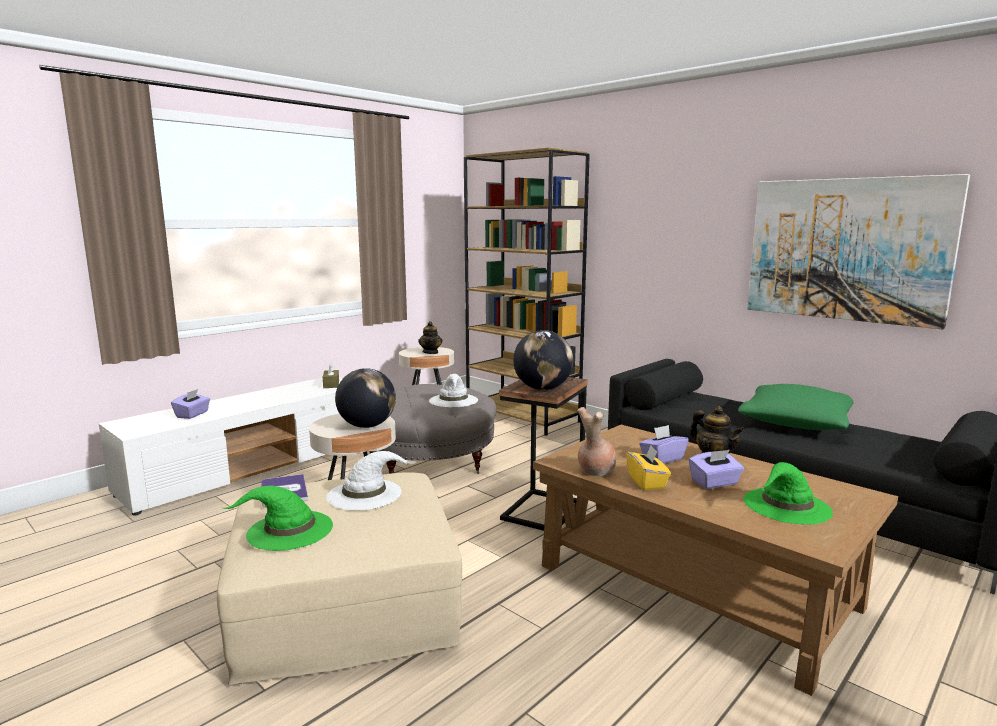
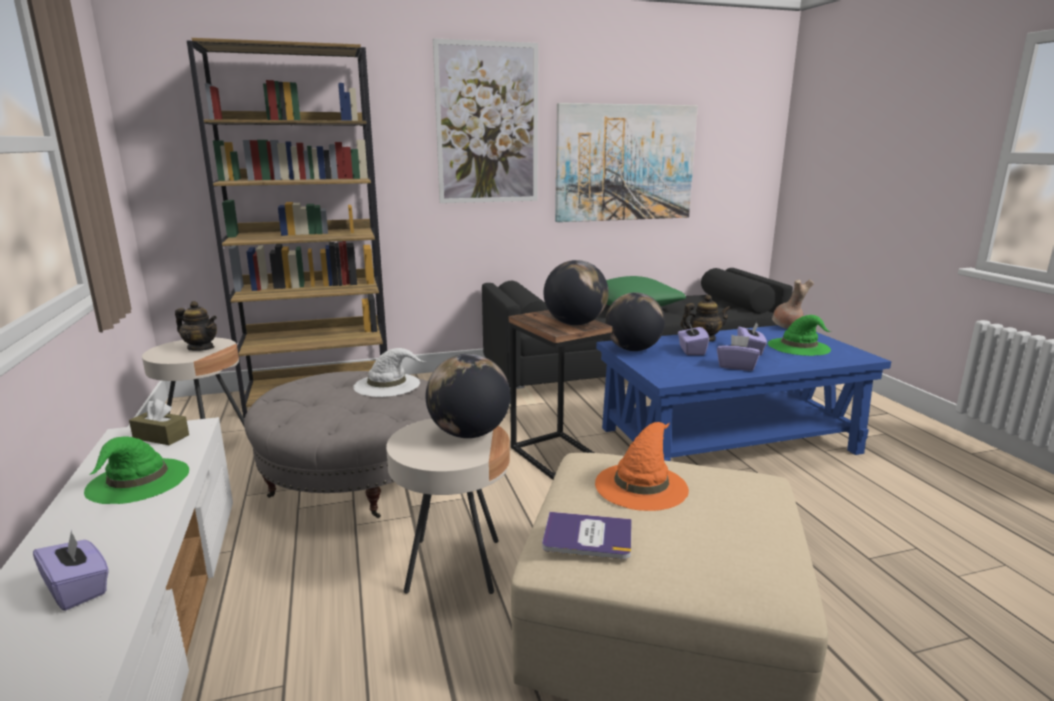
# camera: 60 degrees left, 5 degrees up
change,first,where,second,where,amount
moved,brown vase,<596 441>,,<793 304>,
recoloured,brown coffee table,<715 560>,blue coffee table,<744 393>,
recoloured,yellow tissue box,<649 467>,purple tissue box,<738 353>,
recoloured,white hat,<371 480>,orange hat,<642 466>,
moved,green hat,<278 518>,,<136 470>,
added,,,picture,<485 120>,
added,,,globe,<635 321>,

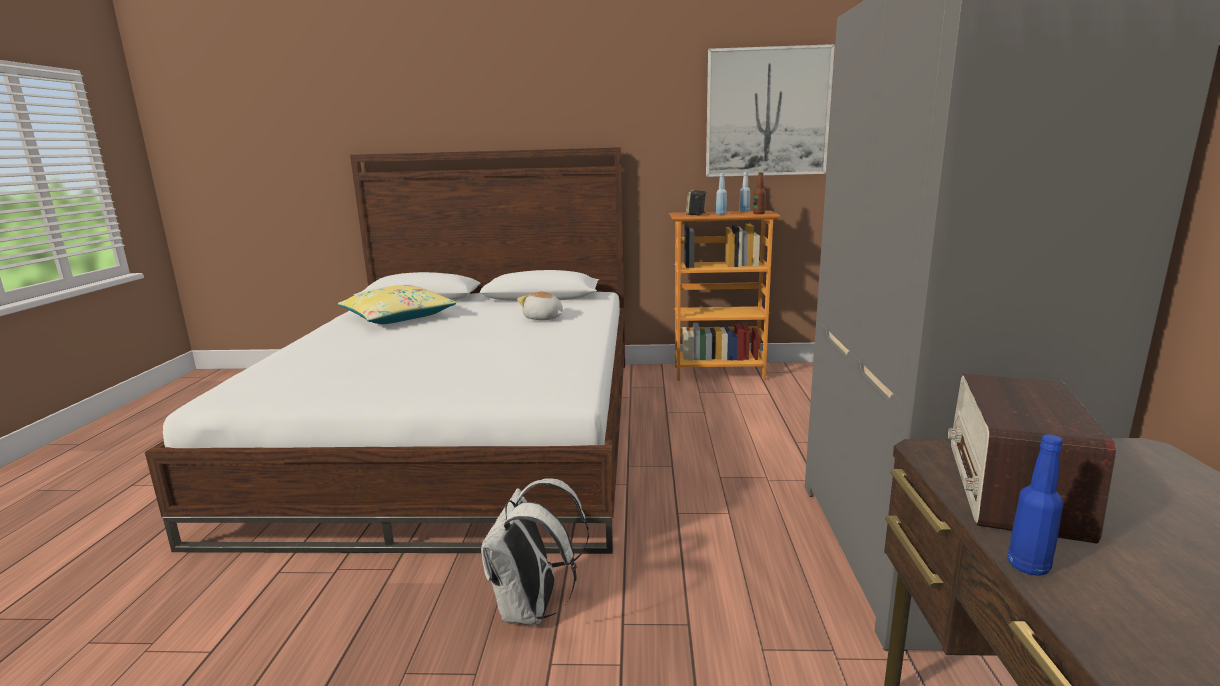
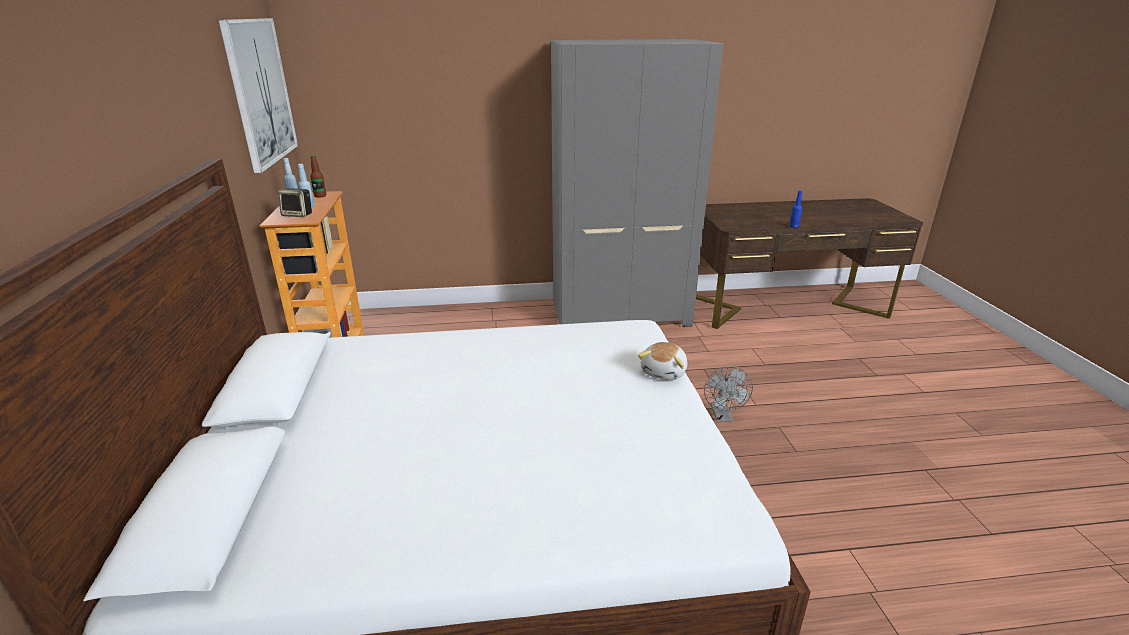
# camera: 100 degrees left, 10 degrees up
change,first,where,second,where,amount
removed,yellow pillow,<397 304>,,,
moved,plush toy,<540 305>,,<662 361>,
removed,radio,<1032 459>,,,
replaced,white backpack,<535 551>,grey fan,<728 394>,

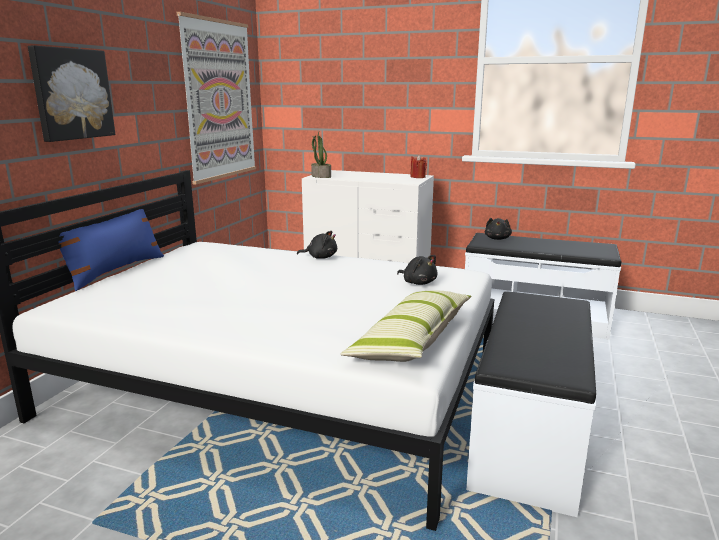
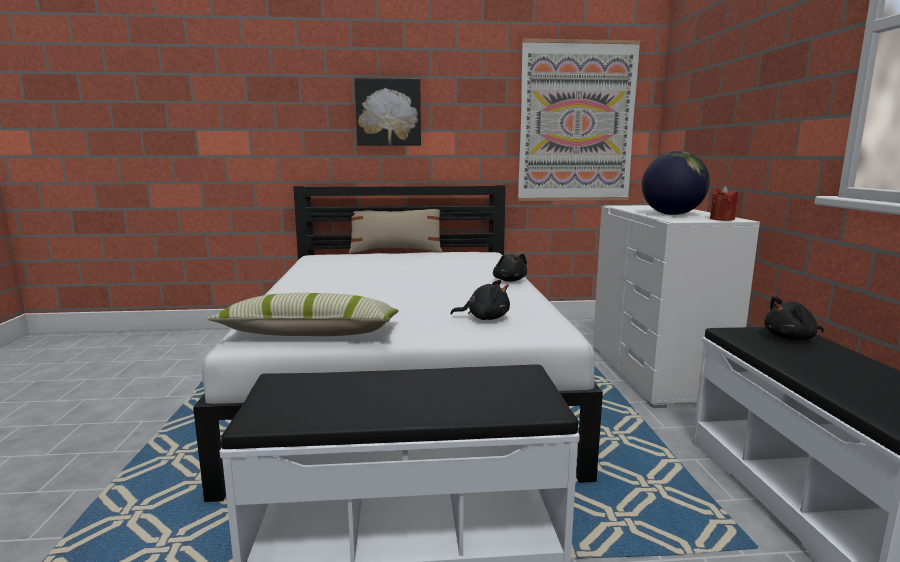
# camera: 65 degrees right, 5 degrees down
change,first,where,second,where,amount
removed,potted plant,<321 155>,,,
recoloured,blue pillow,<111 248>,beige pillow,<396 231>,
turned,black plush toy,<417 270>,,<480 300>,105 degrees counterclockwise
added,,,globe,<676 183>,

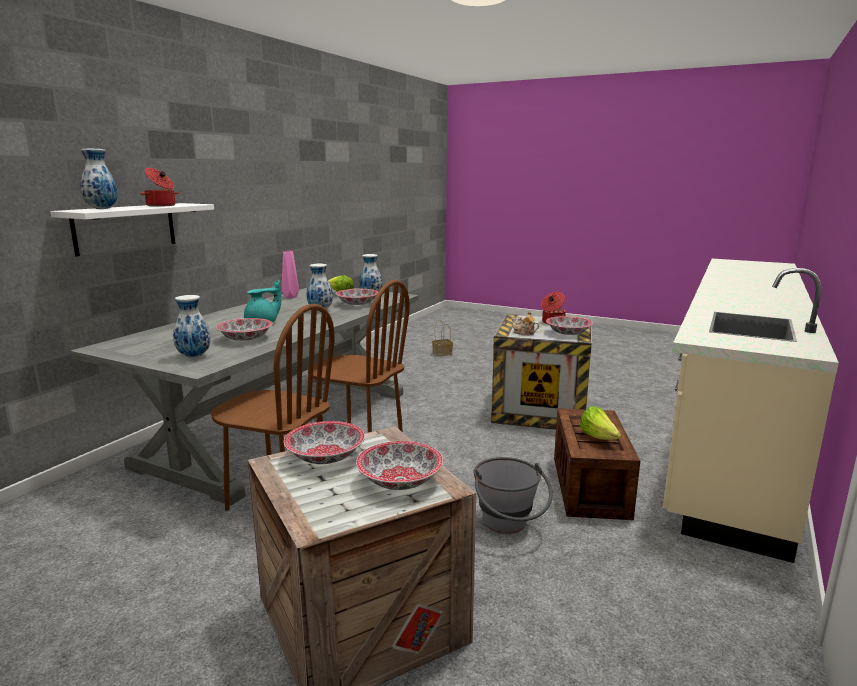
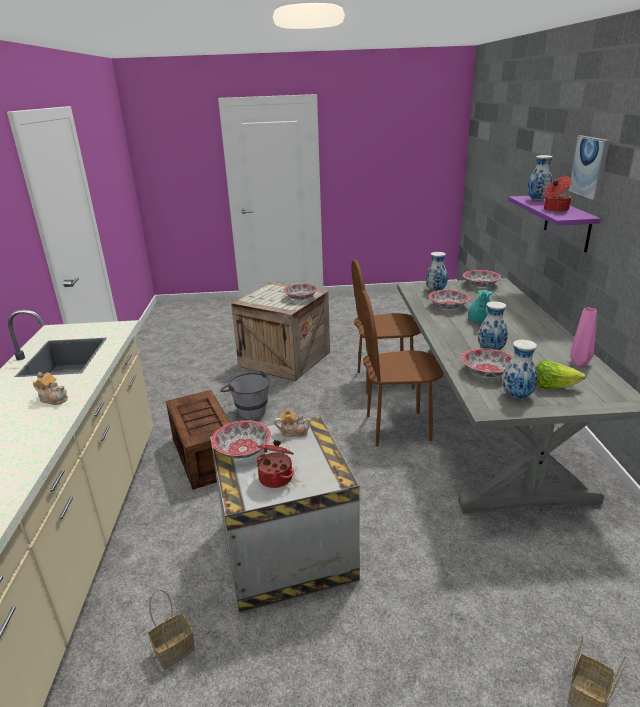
# camera: 150 degrees right, 10 degrees up
change,first,where,second,where,amount
recoloured,white shelf,<132 229>,purple shelf,<554 224>,
removed,lettuce,<601 423>,,,
moved,bowl,<399 465>,,<482 278>,
added,,,picture,<589 168>,
added,,,teapot,<50 388>,
added,,,basket,<171 629>,

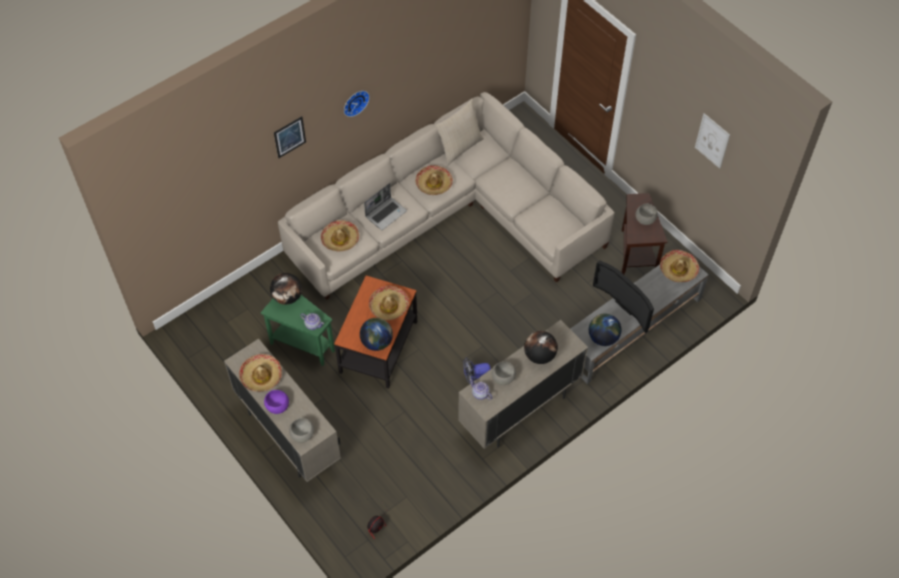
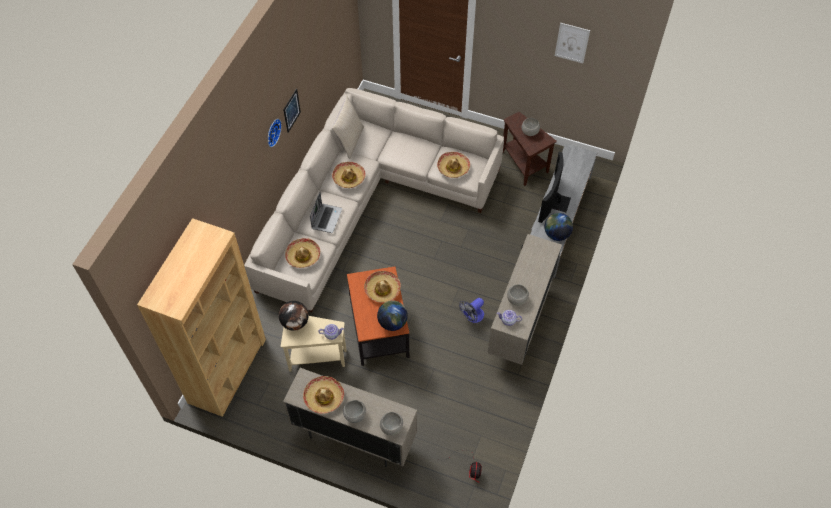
# camera: 30 degrees left, 0 degrees up
change,first,where,second,where,amount
moved,picture,<290 137>,,<292 111>,
moved,hat,<679 266>,,<453 165>,
turned,television,<623 297>,,<554 187>,90 degrees clockwise
recoloured,green side table,<298 330>,beige side table,<314 343>,
removed,globe,<541 347>,,,
recoloured,purple bowl,<276 402>,grey bowl,<354 411>,
added,,,brown bookcase,<201 317>,

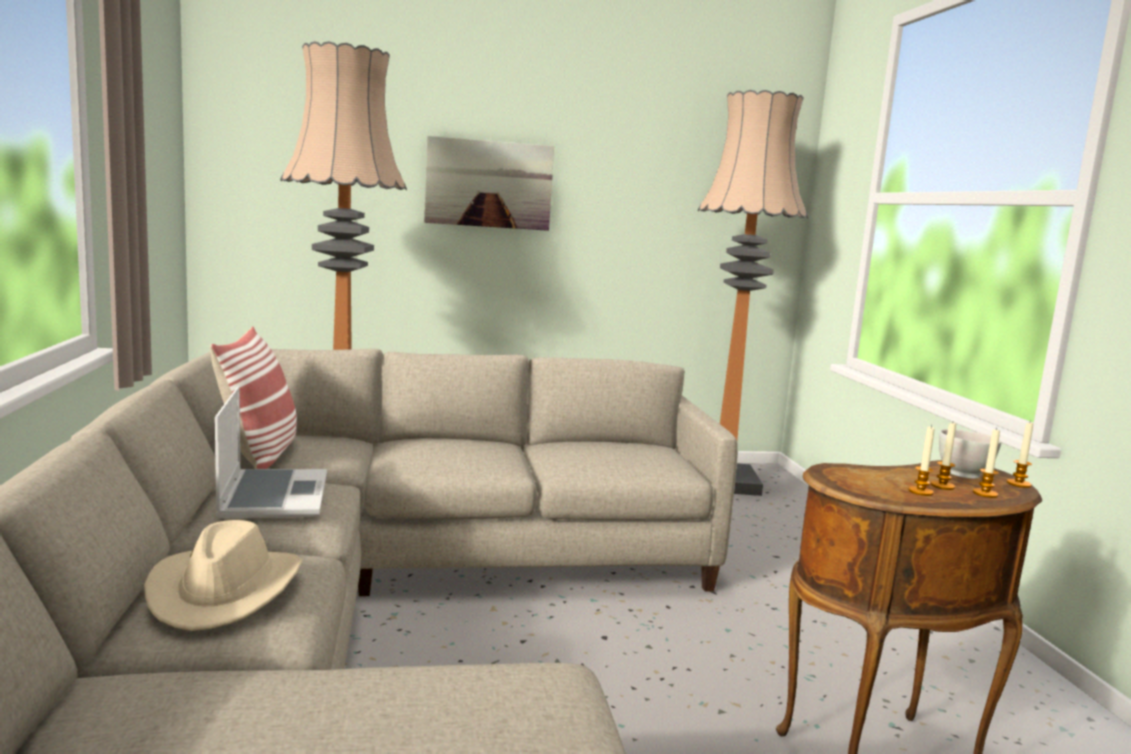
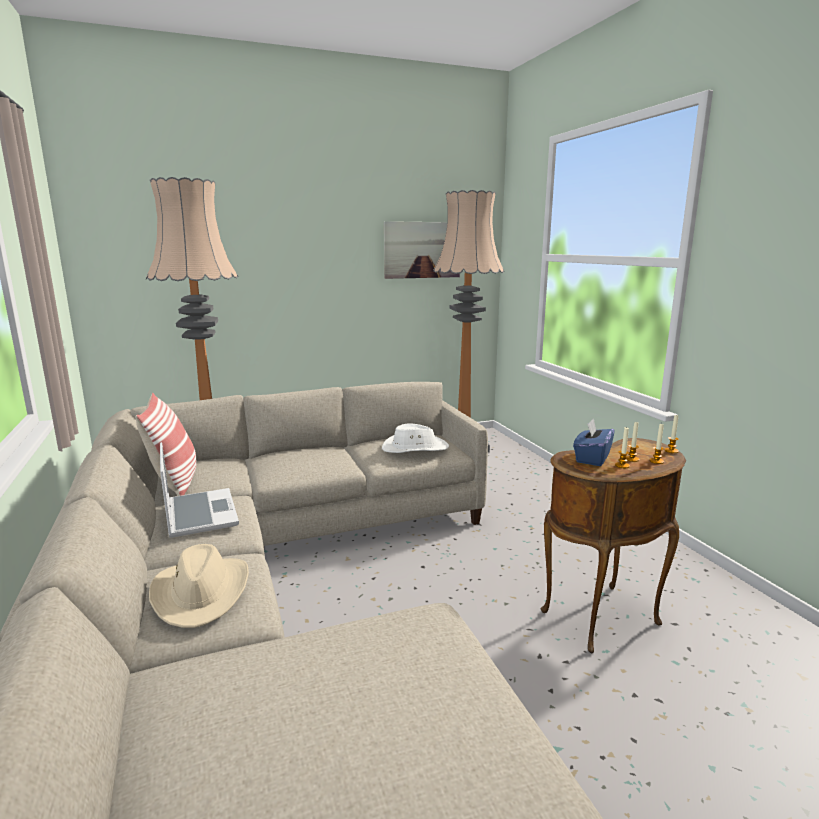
# camera: 10 degrees left, 5 degrees up
change,first,where,second,where,amount
moved,picture,<489 183>,,<422 250>,
removed,white bowl,<970 454>,,,
added,,,blue tissue box,<594 442>,
added,,,white hat,<415 438>,

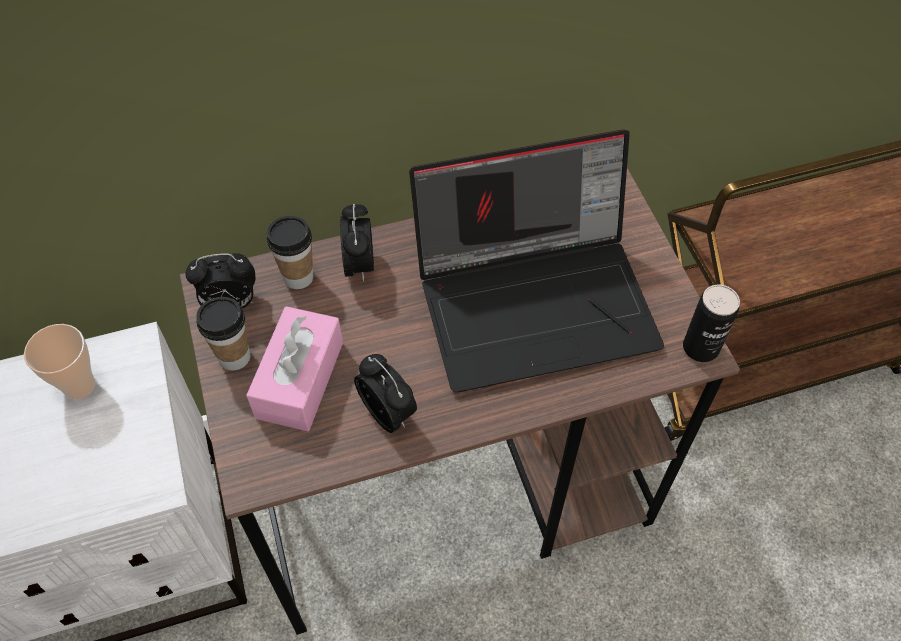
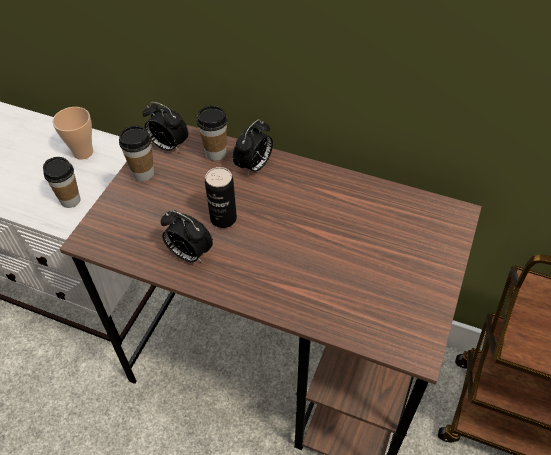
# camera: 40 degrees right, 5 degrees down
change,first,where,second,where,amount
removed,laptop,<536 260>,,,
moved,can,<711 323>,,<221 197>,
removed,pink tissue box,<294 368>,,,
turned,alarm clock,<385 393>,,<187 236>,120 degrees clockwise
added,,,cup,<61 182>,

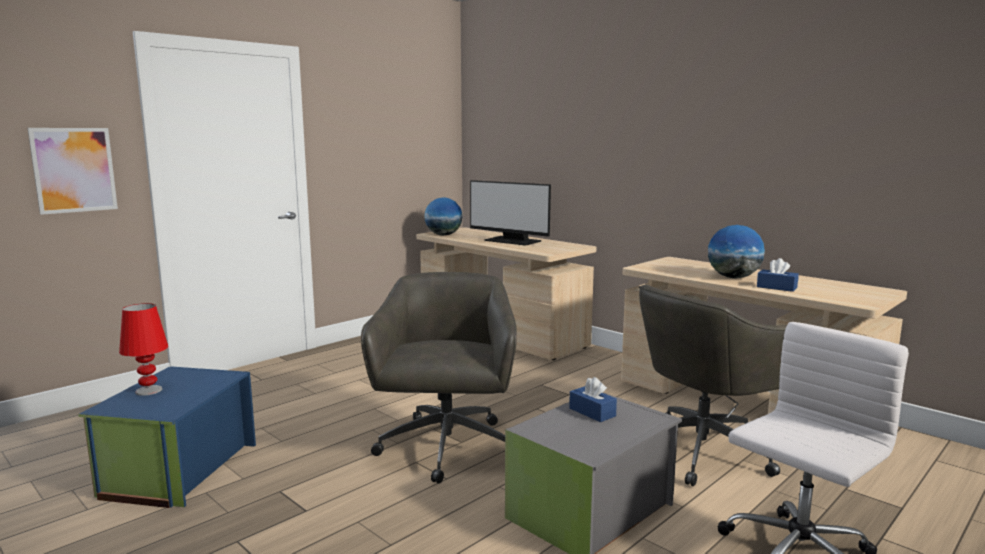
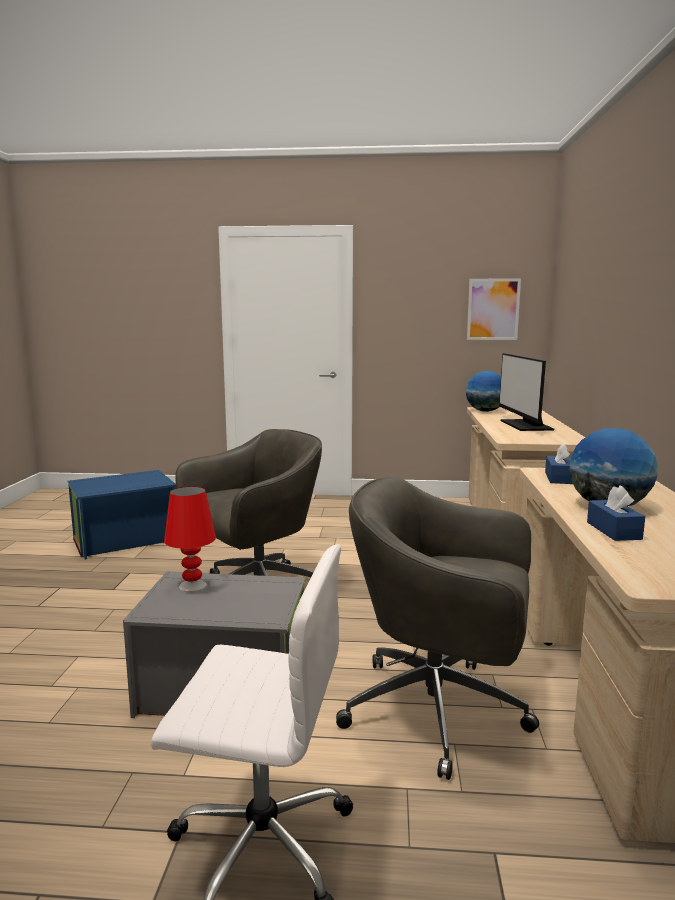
# camera: 50 degrees right, 0 degrees up
change,first,where,second,where,amount
moved,picture,<72 171>,,<494 309>,
moved,red table lamp,<143 349>,,<190 539>,
moved,blue tissue box,<593 399>,,<559 463>,

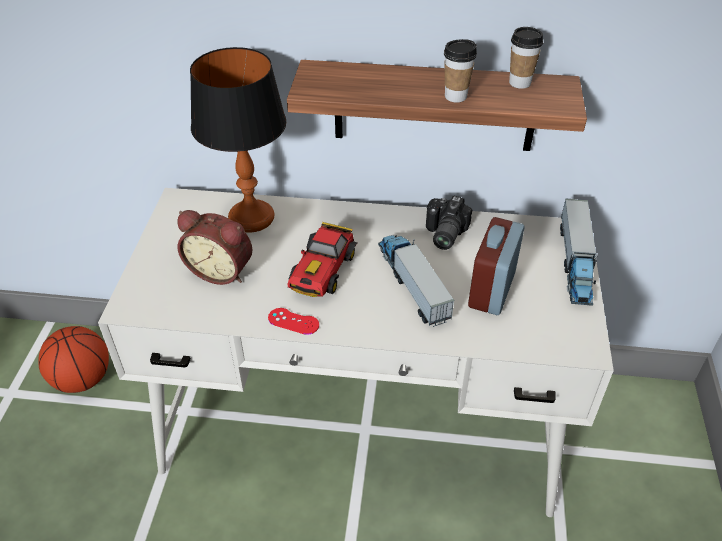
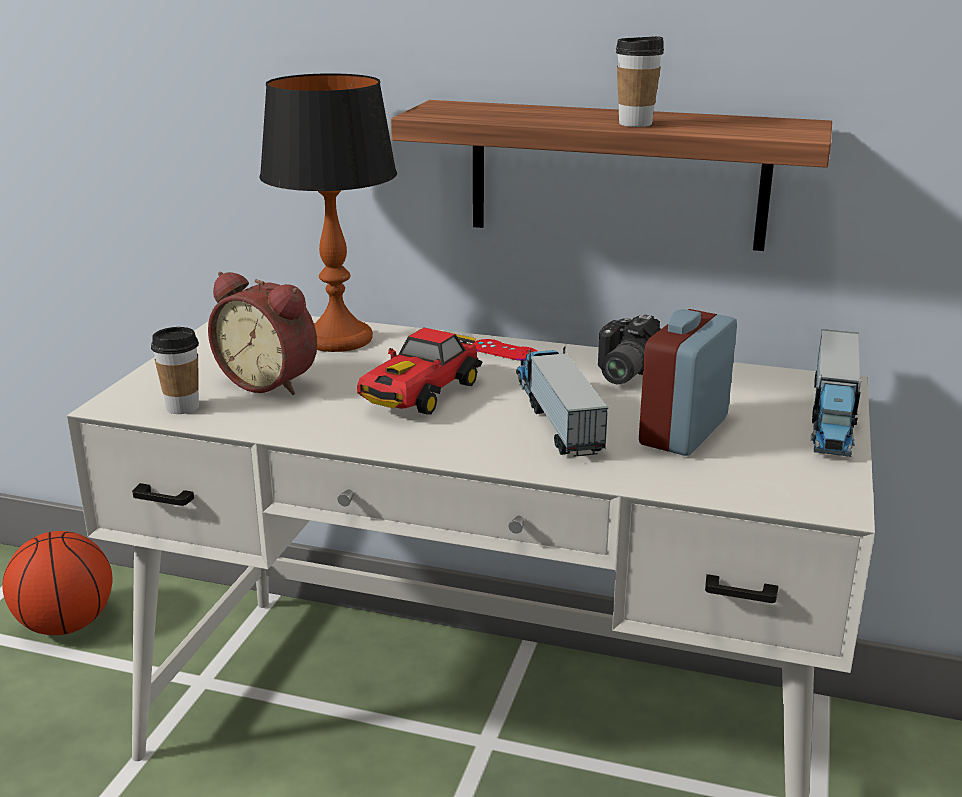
# camera: 10 degrees right, 20 degrees down
change,first,where,second,where,amount
moved,cup,<526 58>,,<175 370>,
moved,red game controller,<293 321>,,<504 350>,

